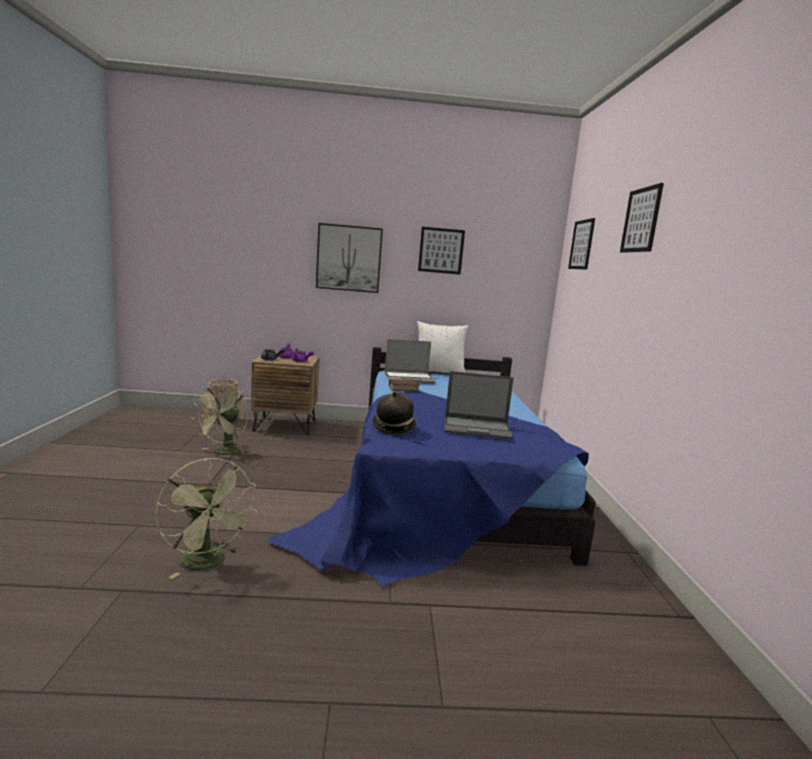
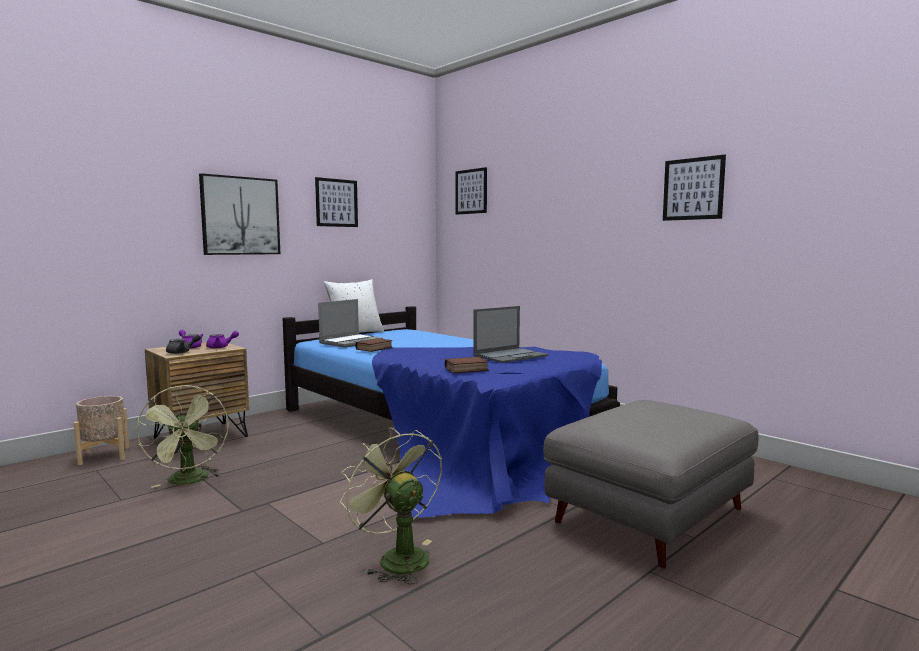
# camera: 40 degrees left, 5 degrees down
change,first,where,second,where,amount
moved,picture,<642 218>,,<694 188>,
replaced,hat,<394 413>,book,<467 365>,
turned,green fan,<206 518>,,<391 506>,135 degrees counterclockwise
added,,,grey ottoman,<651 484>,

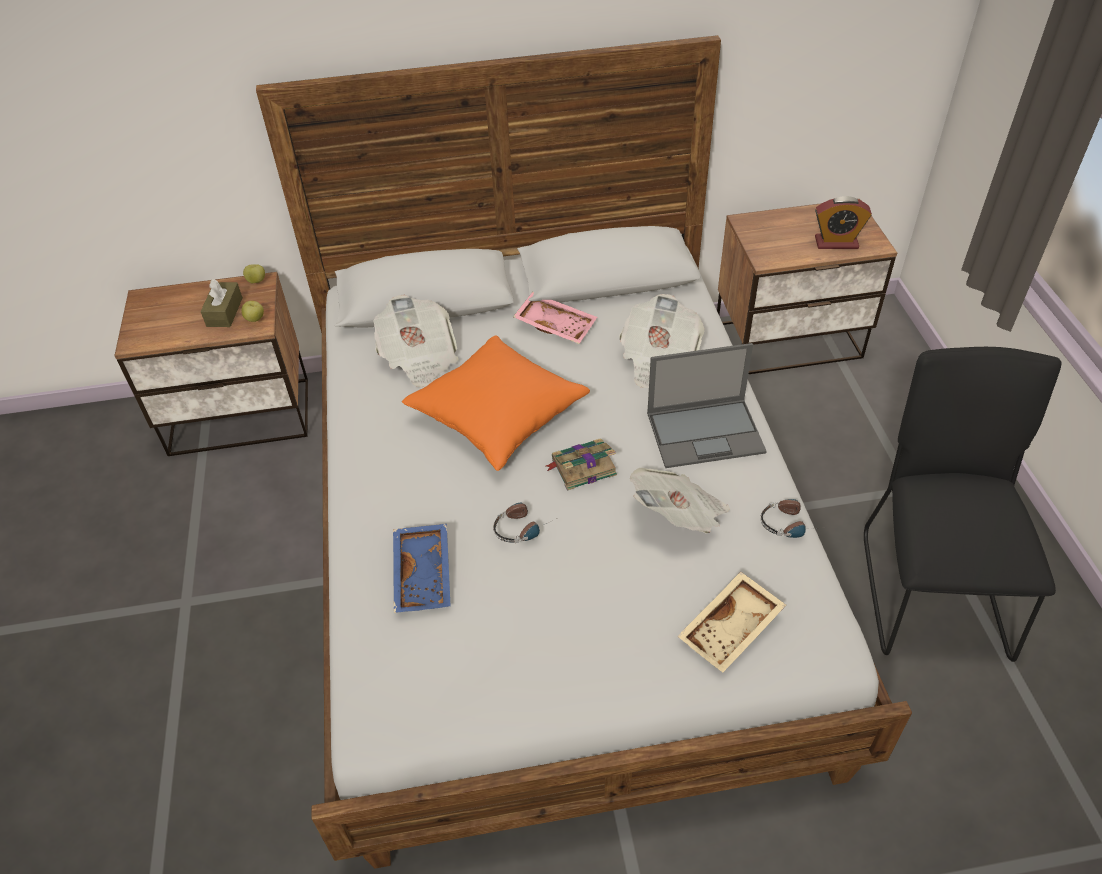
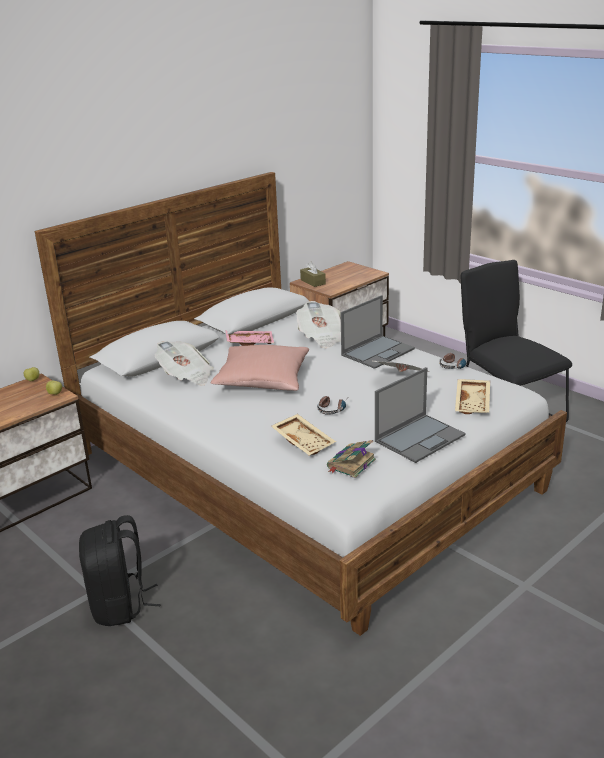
# camera: 35 degrees left, 20 degrees down
change,first,where,second,where,amount
removed,alarm clock,<843 222>,,,
moved,brown tissue box,<221 303>,,<313 274>,
recoloured,orange pillow,<496 403>,pink pillow,<260 368>,
moved,book,<581 464>,,<351 459>,
recoloured,blue tray,<421 568>,beige tray,<303 434>,
added,,,laptop,<420 415>,
added,,,black backpack,<120 570>,

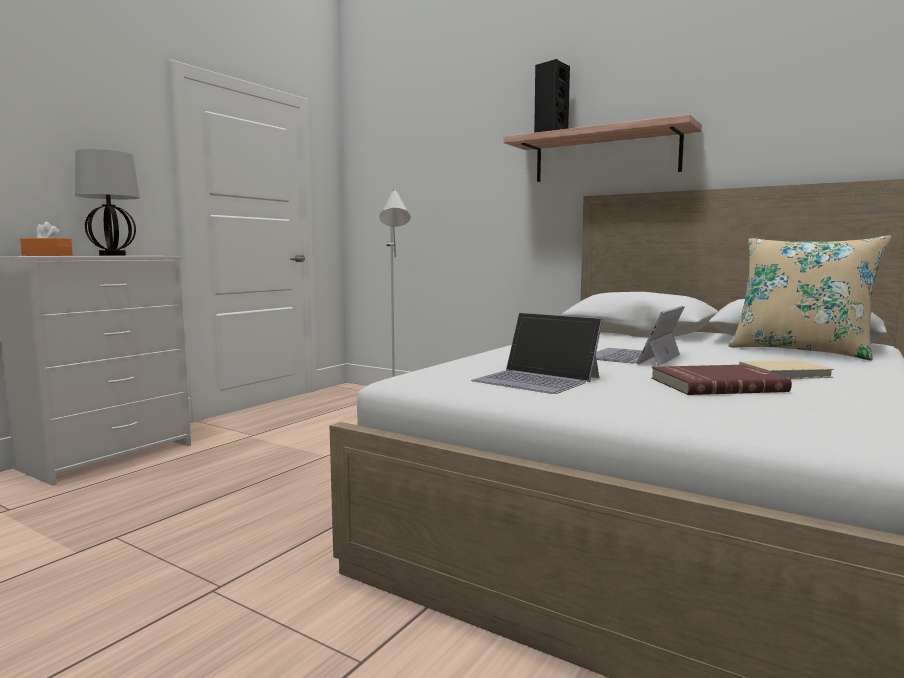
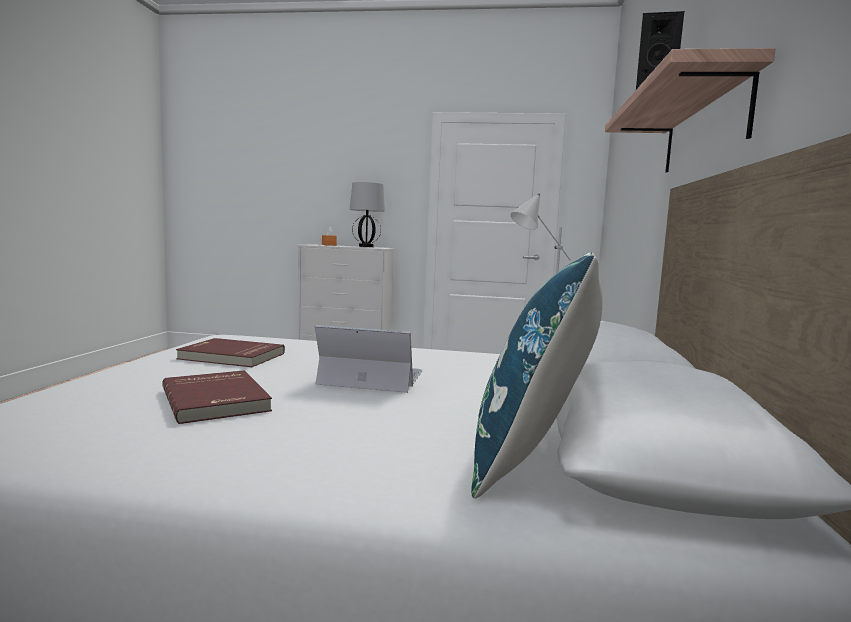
# camera: 65 degrees right, 0 degrees up
change,first,where,second,where,amount
recoloured,beige pillow,<809 298>,blue pillow,<537 375>,
replaced,laptop,<537 353>,red book,<230 352>,
removed,beige book,<786 369>,,,

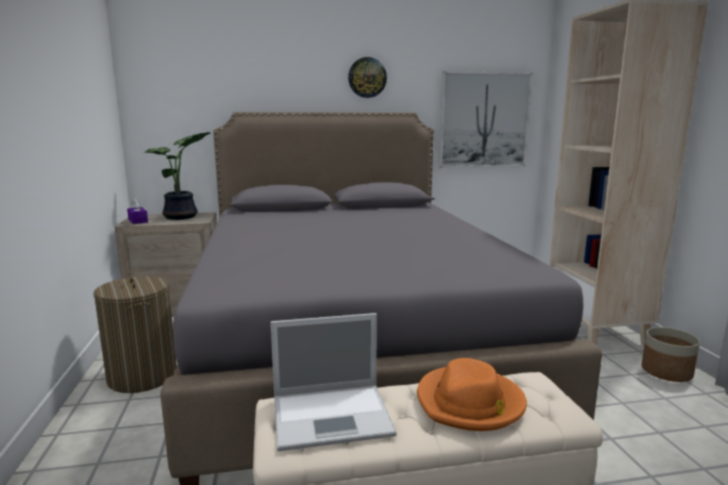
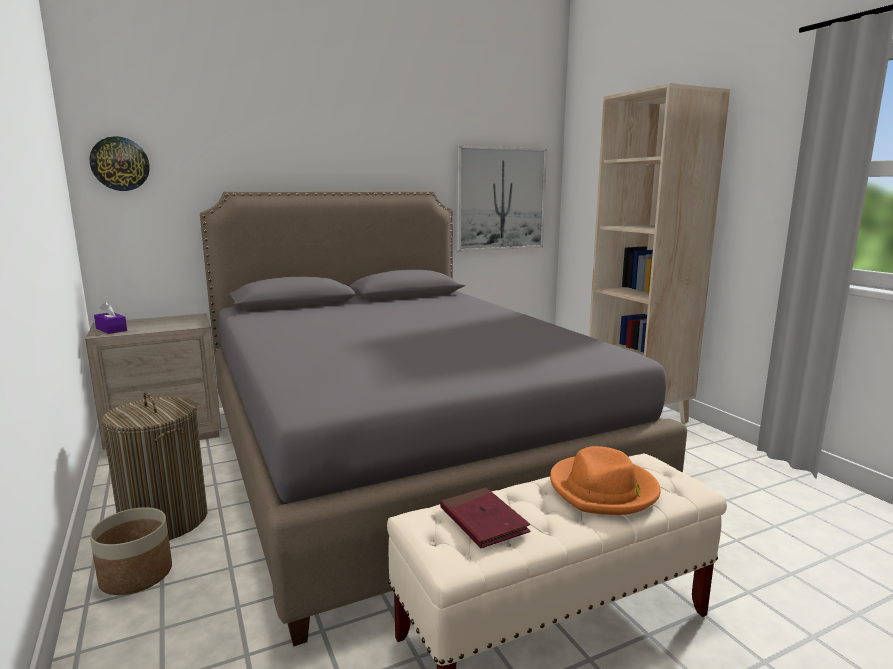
# camera: 15 degrees left, 0 degrees up
change,first,where,second,where,amount
moved,wall clock,<367 77>,,<120 163>,
removed,potted plant,<177 176>,,,
replaced,laptop,<334 382>,red book,<485 517>,
moved,planter,<671 354>,,<131 551>,

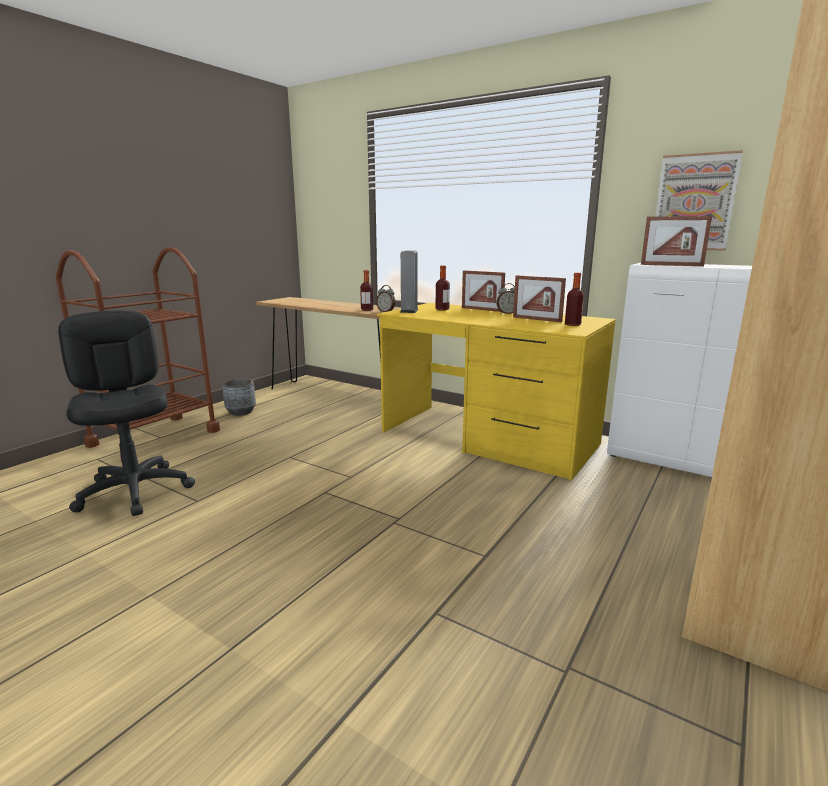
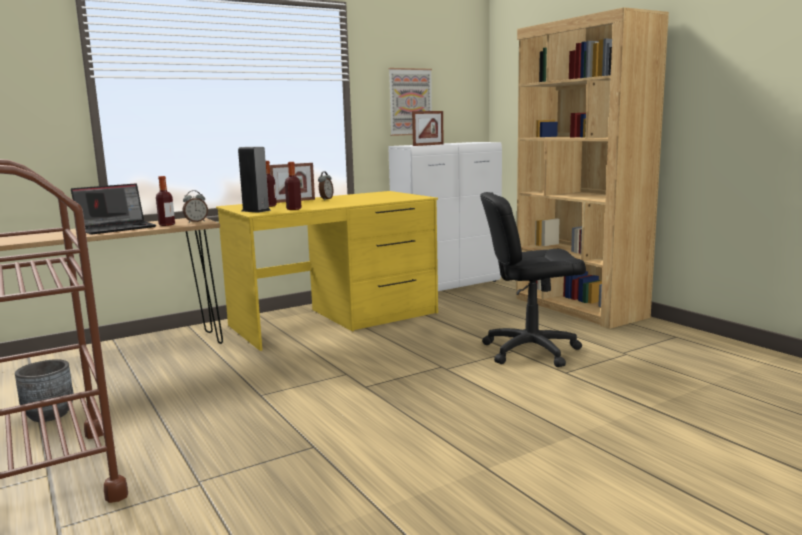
# camera: 65 degrees left, 5 degrees down
change,first,where,second,where,amount
moved,bottle,<574 299>,,<293 186>,
removed,picture frame,<539 298>,,,
moved,black office chair,<126 413>,,<533 279>,
added,,,laptop,<113 209>,

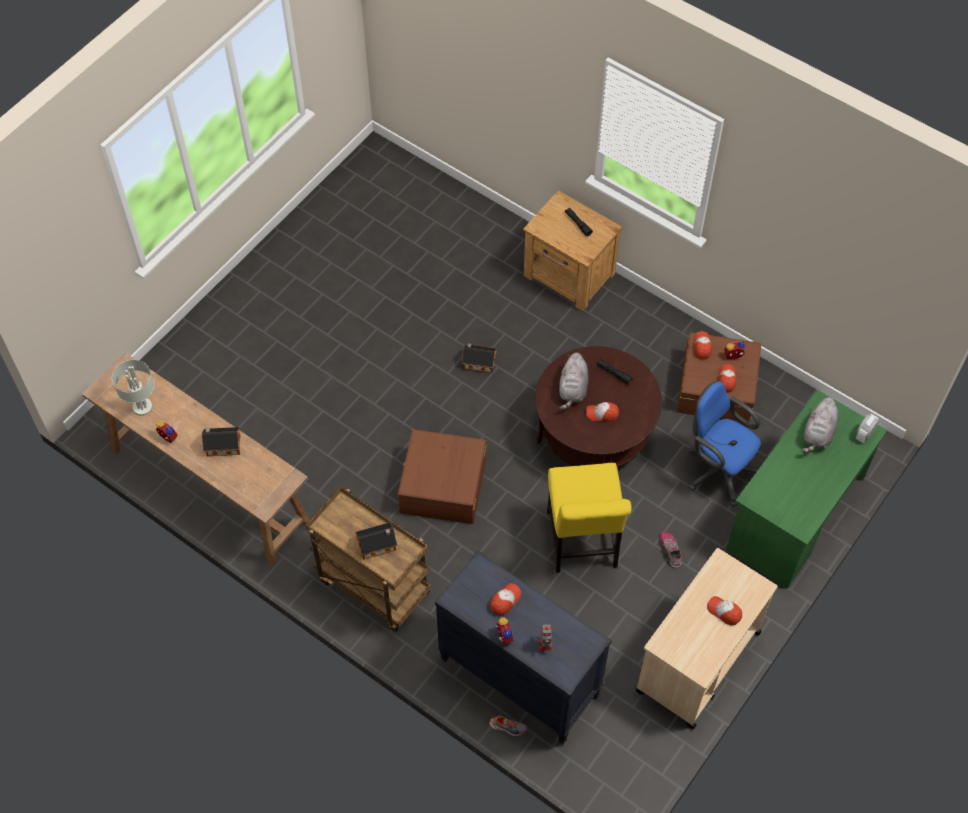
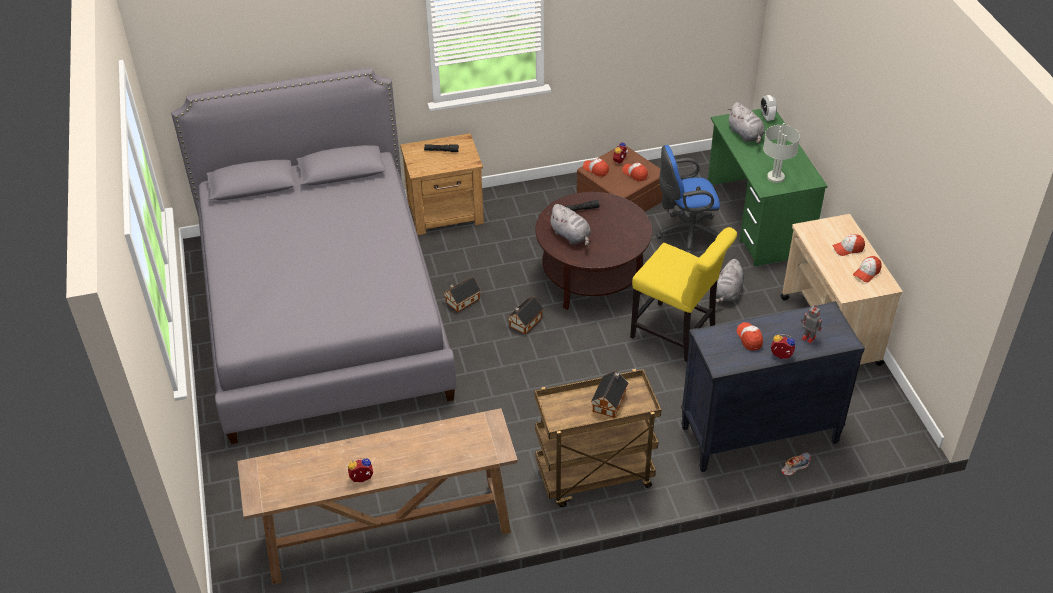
# camera: 50 degrees left, 15 degrees down
change,first,where,second,where,amount
moved,grey table lamp,<133 388>,,<781 153>,
moved,cap,<602 412>,,<867 269>,
moved,toy house,<221 441>,,<525 315>,
removed,brown storage box,<442 476>,,,
replaced,shoe,<671 550>,grey plush toy,<730 281>,
added,,,grey bed,<314 256>,

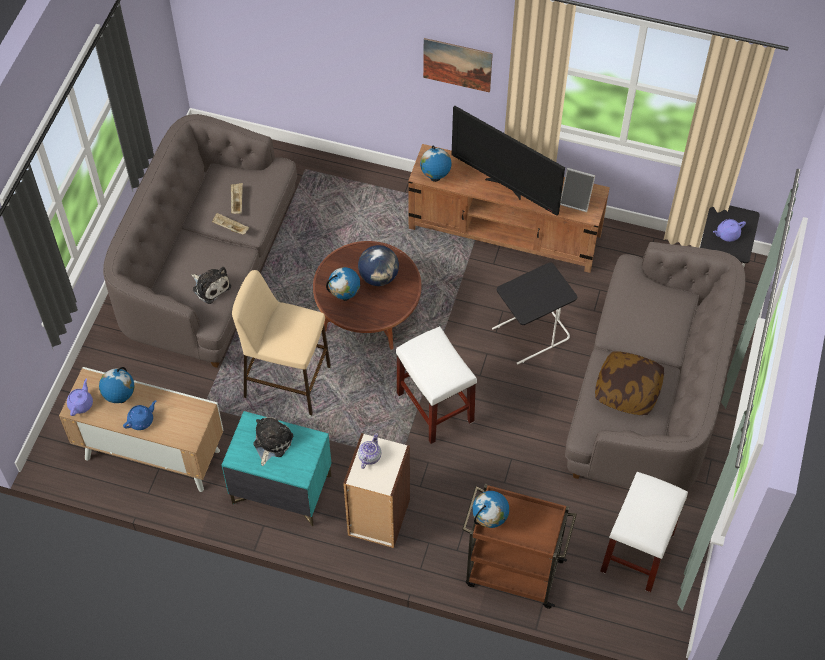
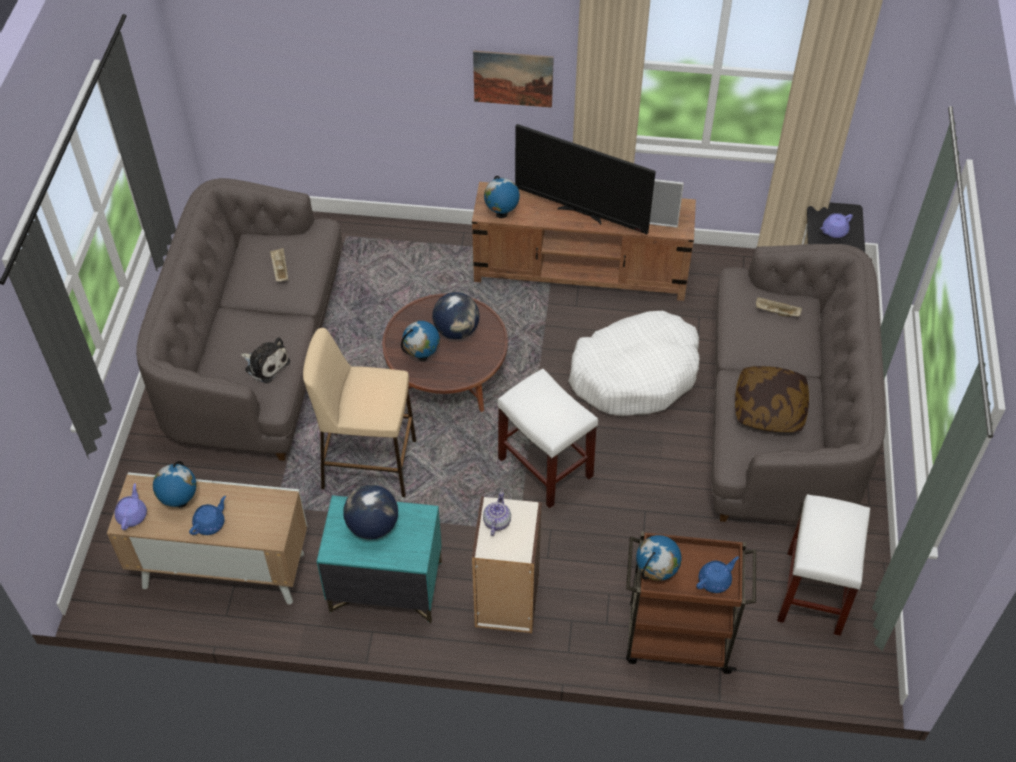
# camera: 10 degrees left, 5 degrees down
change,first,where,second,where,amount
moved,beige tray,<230 224>,,<779 307>,
replaced,black side table,<534 313>,white dog bed,<634 363>,
replaced,plush toy,<273 441>,globe,<370 512>,
added,,,blue teapot,<717 574>,

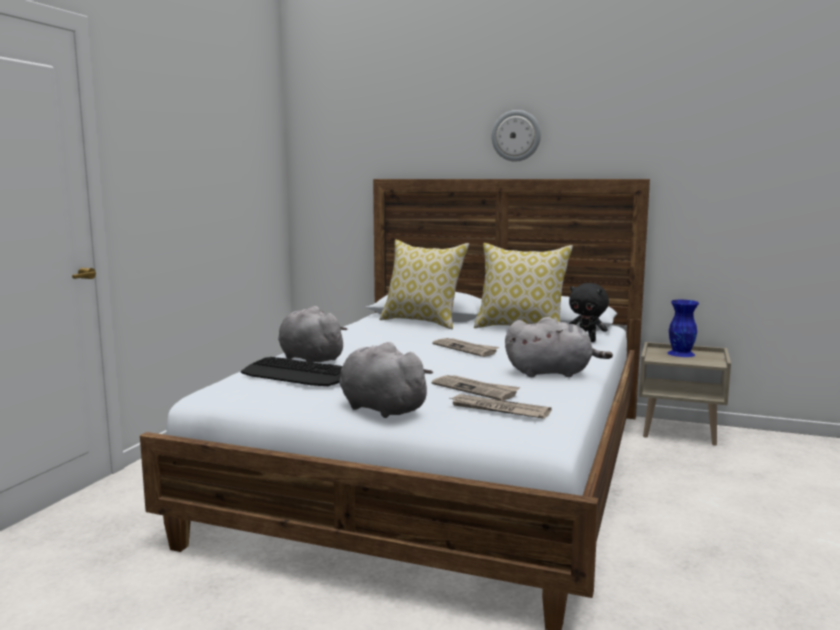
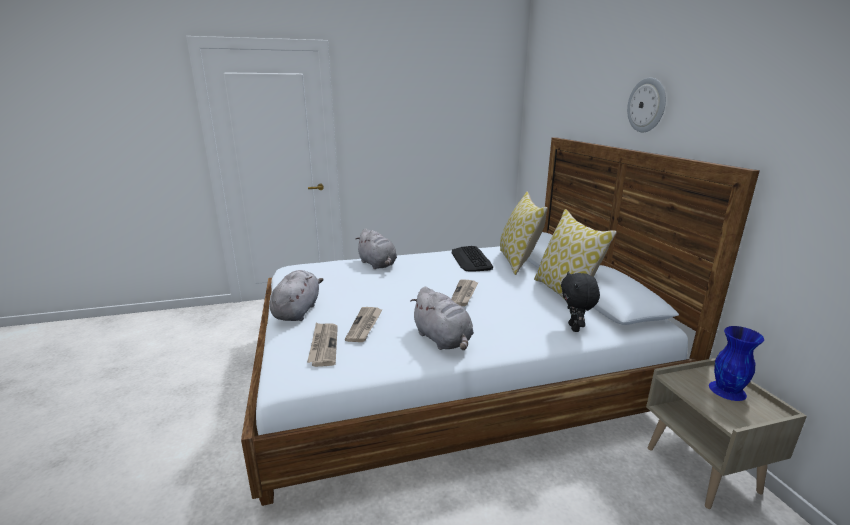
# camera: 55 degrees right, 10 degrees up
change,first,where,second,where,amount
turned,grey plush toy,<313 334>,,<376 248>,135 degrees clockwise
moved,keyboard,<291 371>,,<472 259>,

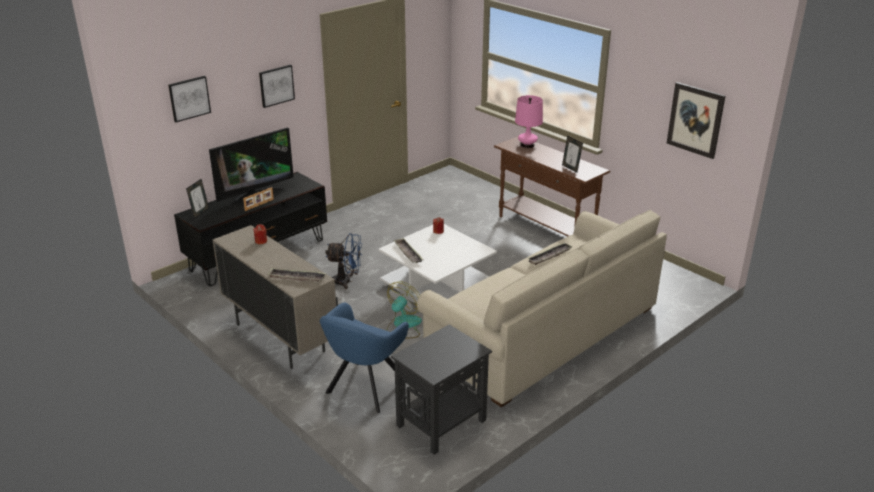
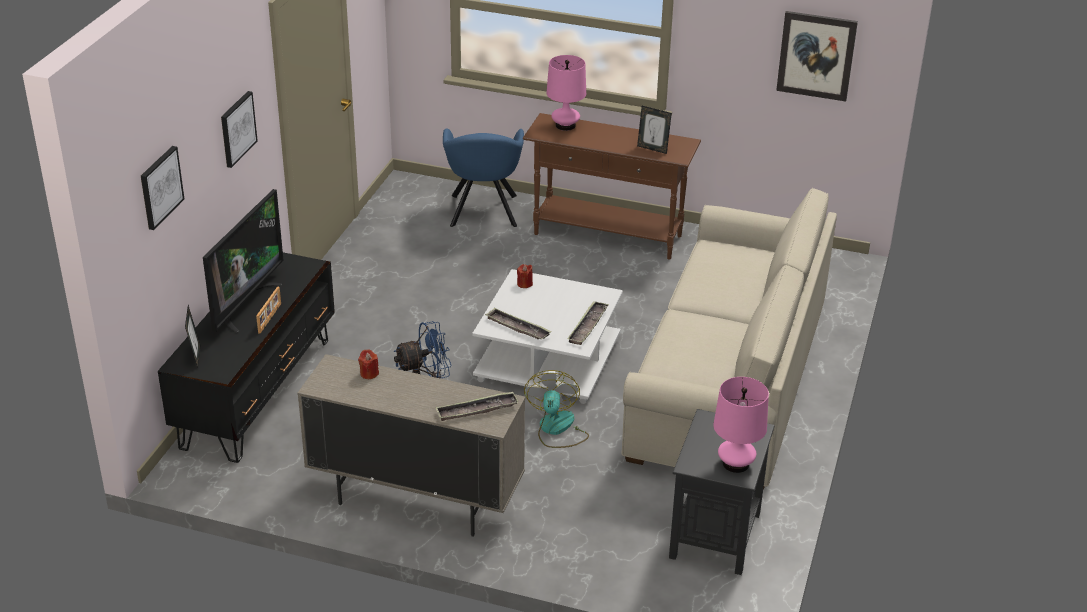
# camera: 30 degrees left, 5 degrees up
change,first,where,second,where,amount
moved,tray,<549 253>,,<588 323>,
moved,blue armchair,<364 358>,,<483 178>,
added,,,pink table lamp,<741 425>,

